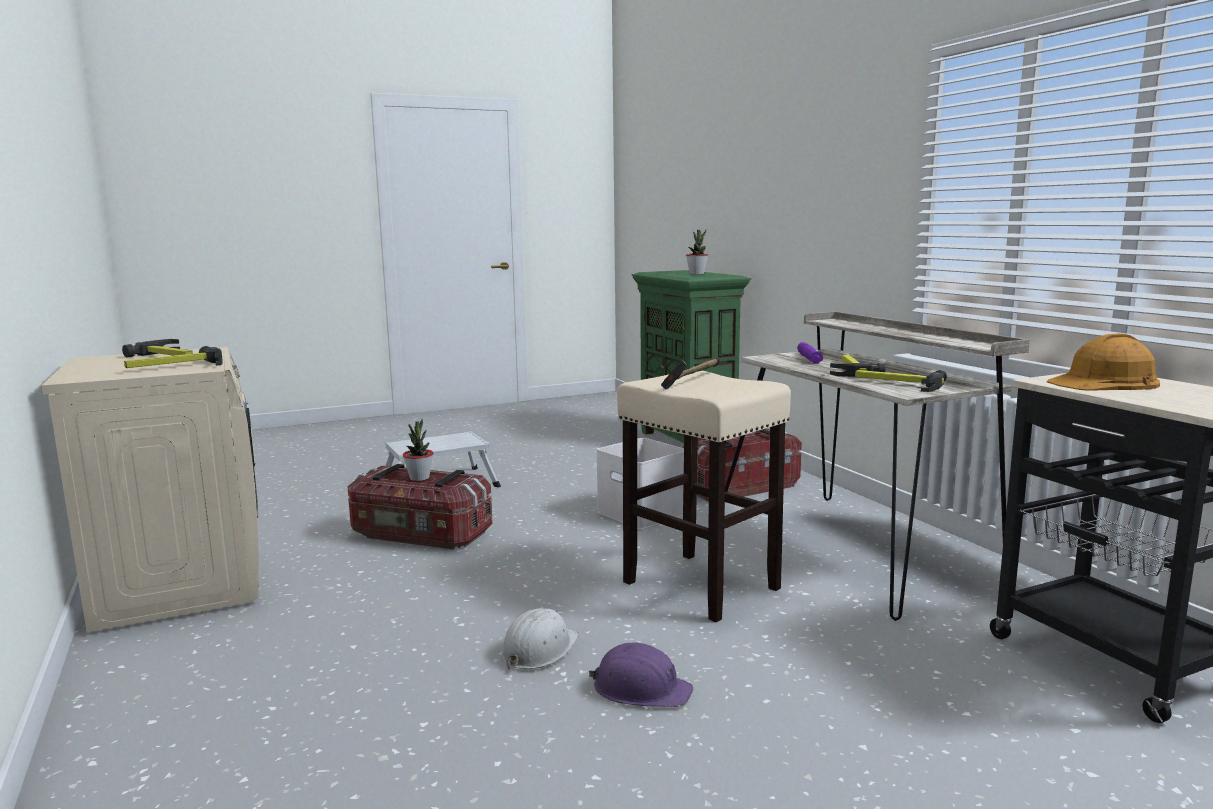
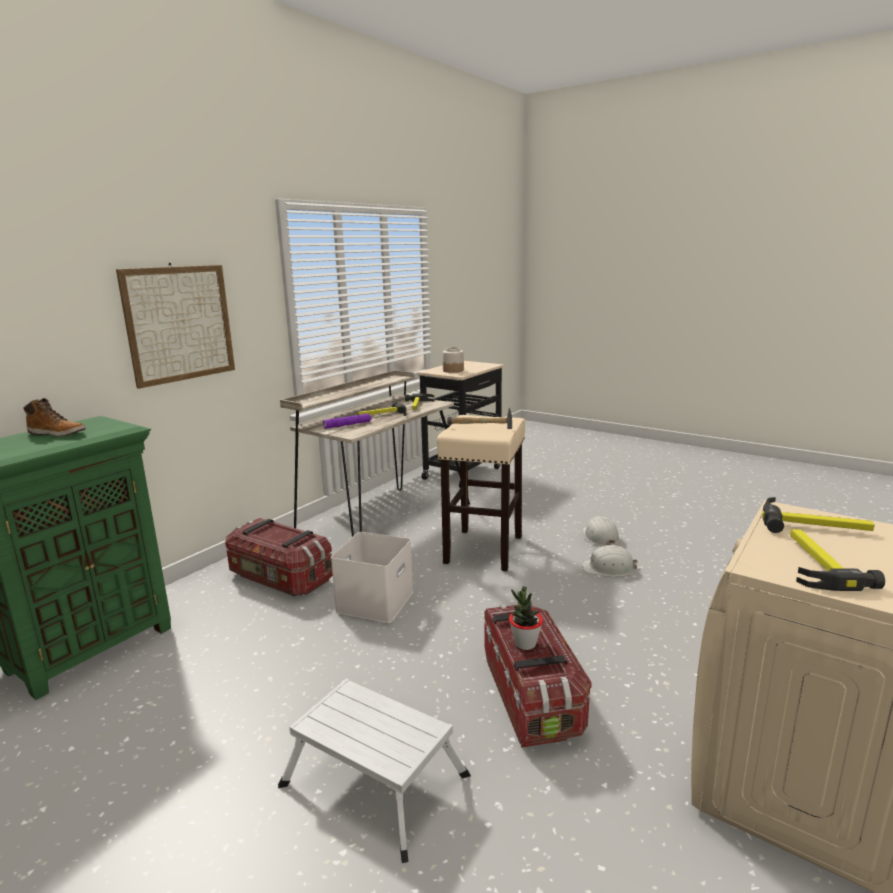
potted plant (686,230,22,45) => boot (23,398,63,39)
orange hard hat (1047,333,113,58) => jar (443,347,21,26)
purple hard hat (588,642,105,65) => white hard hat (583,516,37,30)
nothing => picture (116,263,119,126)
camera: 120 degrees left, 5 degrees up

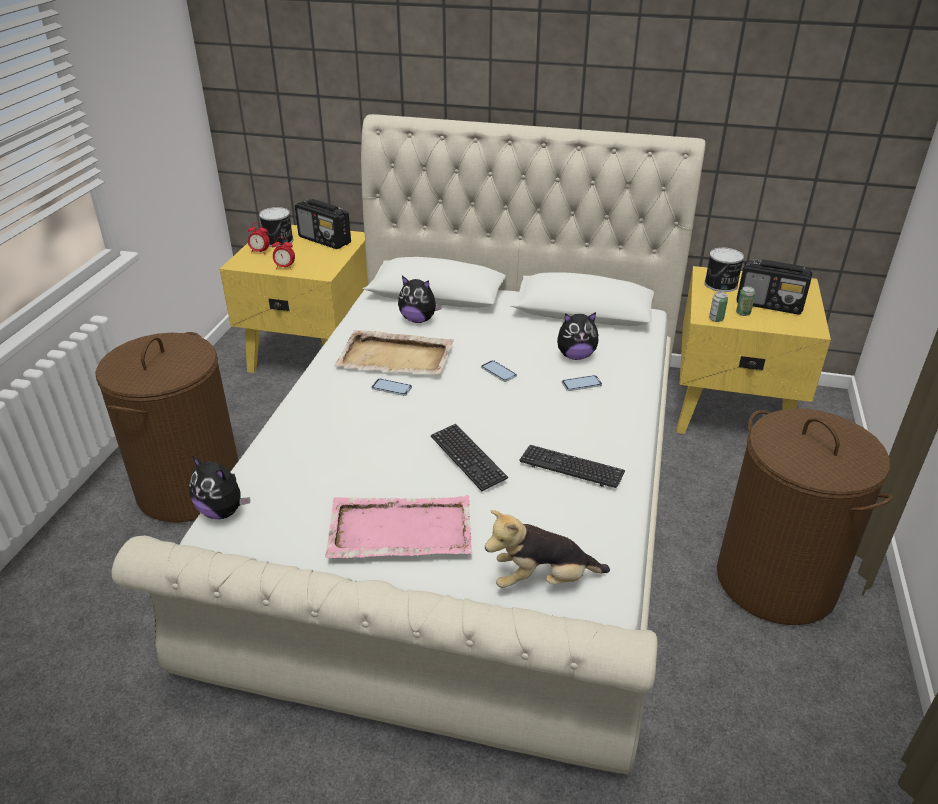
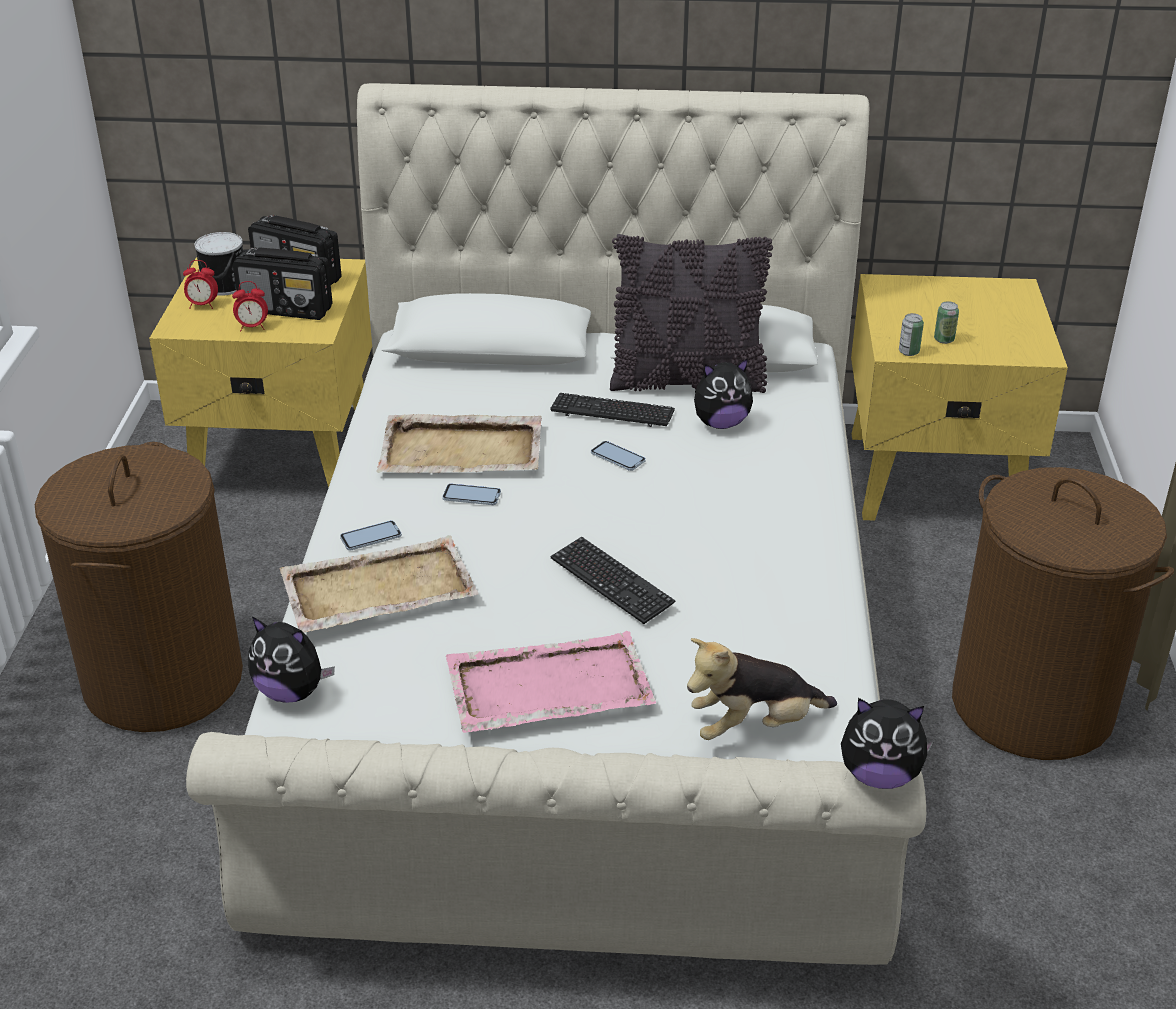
can (704,248,40,44) => nothing
radio (737,259,75,56) => radio (233,247,100,73), shifted
plush toy (398,276,44,47) => plush toy (841,698,93,91), shifted
phone (562,375,40,16) => phone (340,521,62,29), shifted
keyboard (520,445,105,43) => keyboard (550,393,125,34), shifted
nothing => black pillow (610,234,163,159)
nothing => beige tray (279,535,200,97)
camera: 10 degrees left, 0 degrees up

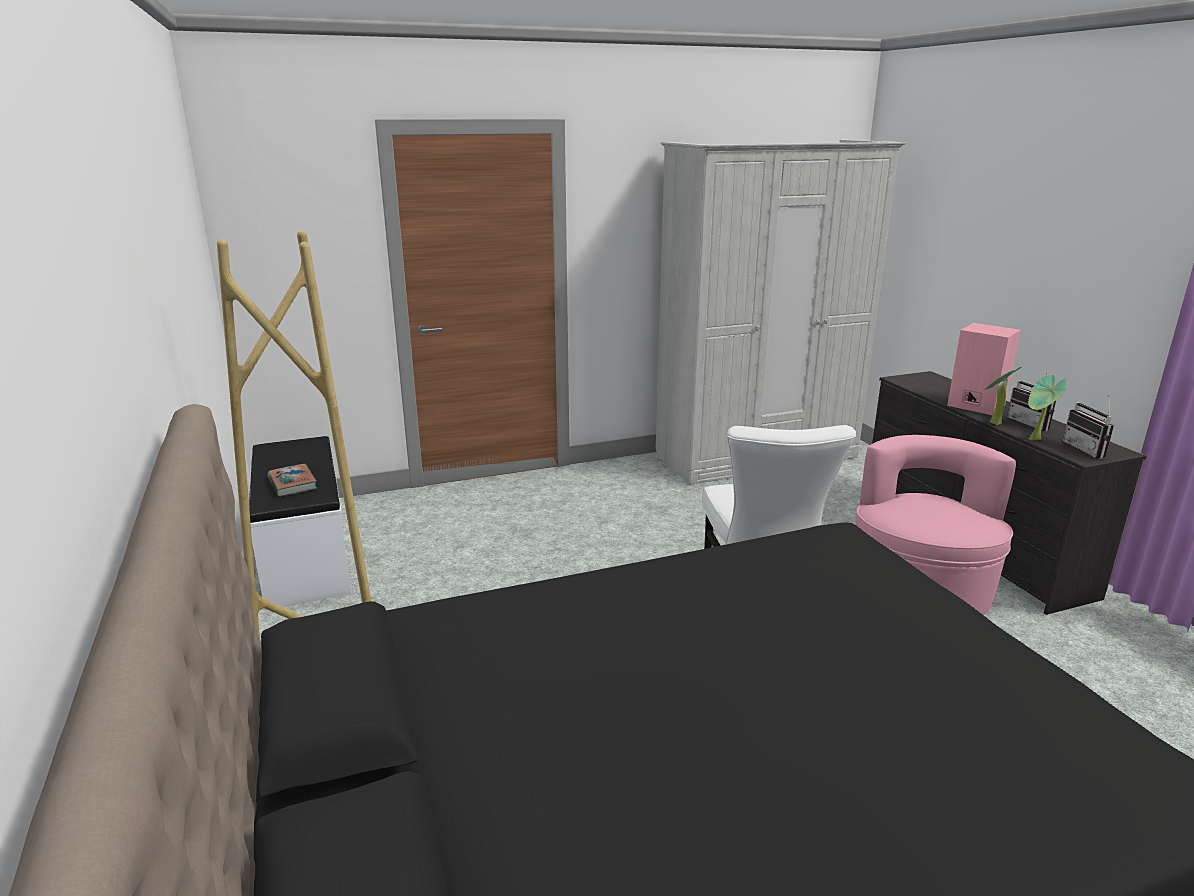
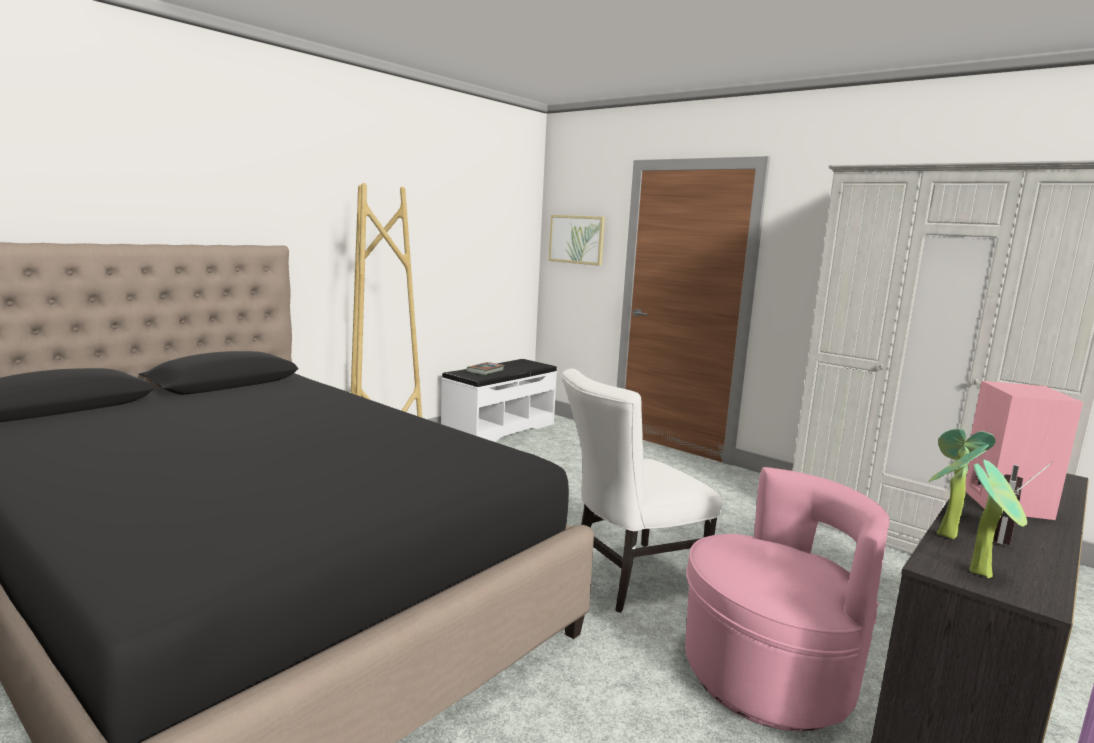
radio (1063,395,51,64) => potted plant (970,460,57,118)
nothing => picture (549,215,56,51)
camera: 60 degrees right, 10 degrees down

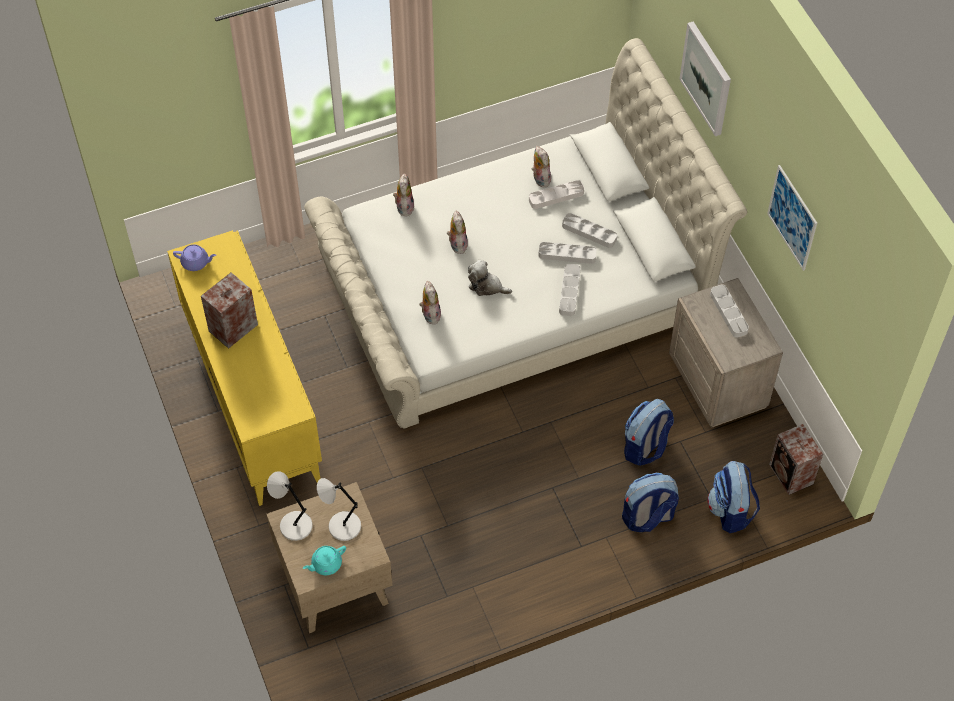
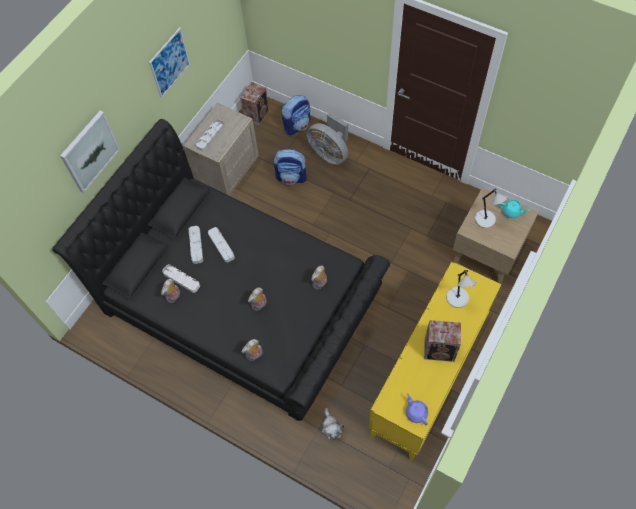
beige bed (304,38,443,391) => black bed (52,119,338,302)
plush toy (468,259,44,37) => plush toy (322,408,22,33), shifted
grey tray (559,264,22,52) => nothing
grey table lamp (267,471,46,70) => grey table lamp (446,270,31,38), shifted
backpack (622,473,57,59) => grey fan (307,112,41,53)
camera: 125 degrees left, 5 degrees up

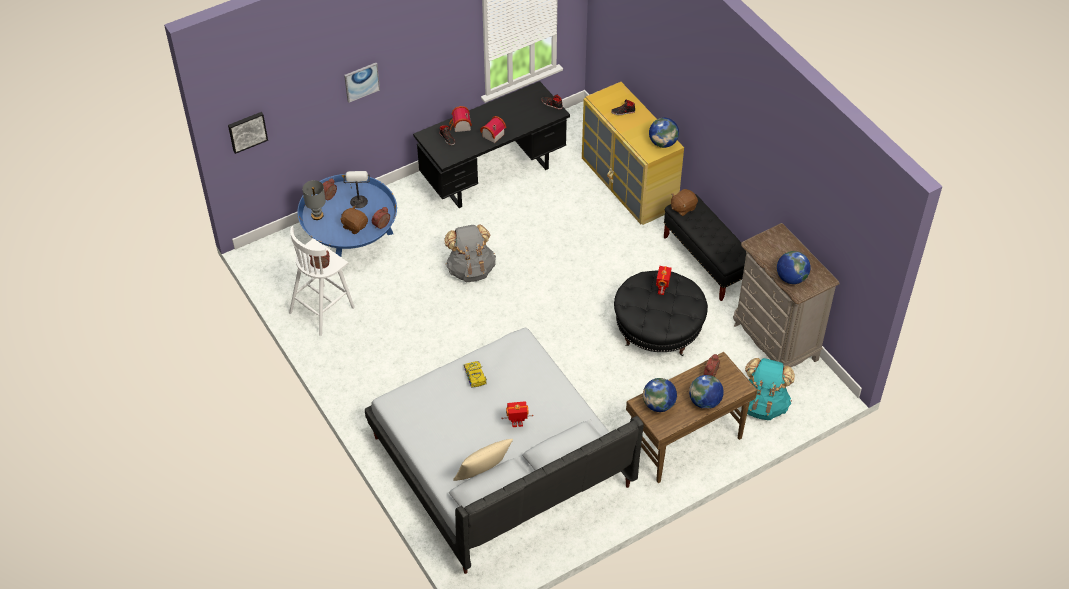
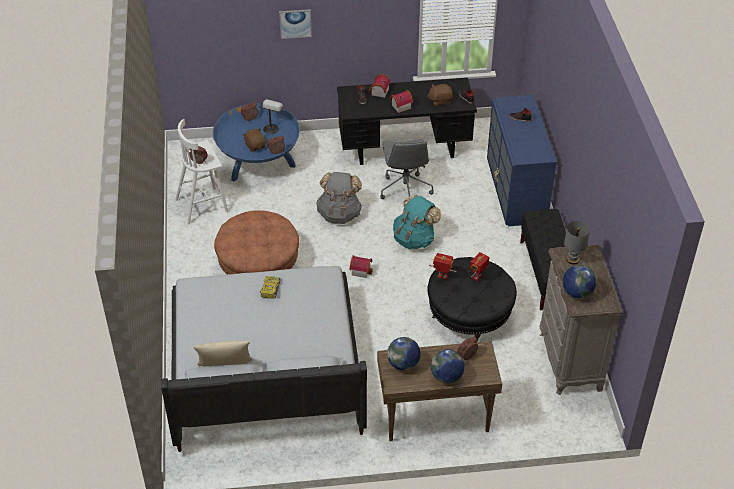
yellow cabinet (582,82,102,143) => blue cabinet (487,95,70,131)
picture (228,112,40,42) => nothing
globe (649,118,30,30) => nothing
grey table lamp (302,180,24,40) => grey table lamp (564,221,26,43), shifted
brown plush toy (671,189,27,27) => brown plush toy (427,84,26,22), shifted
turquoise backpack (745,358,50,62) => turquoise backpack (393,195,48,54), shifted
toy robot (501,401,33,26) => toy robot (429,253,28,26), shifted
nothing => grey office chair (380,139,54,60)
nothing => brown ottoman (214,210,85,65)
nothing => toy house (350,255,22,23)
camera: 25 degrees right, 5 degrees down

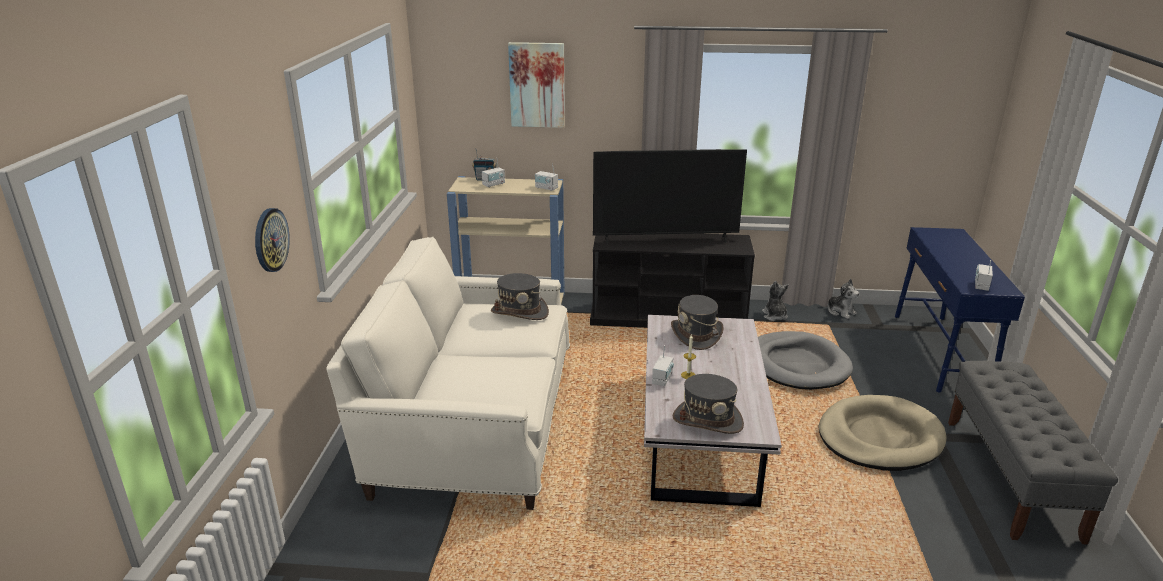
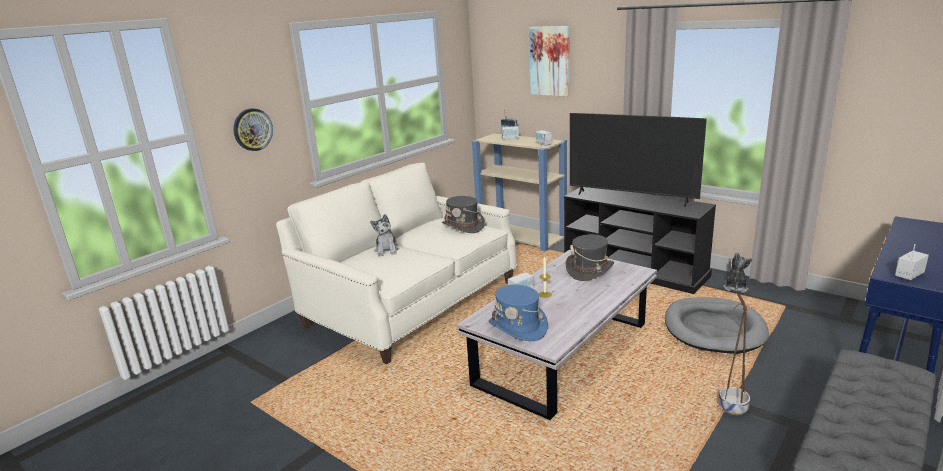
plush toy (827,279,32,40) => plush toy (370,214,29,42), shifted
grey hat (672,374,72,60) => blue hat (489,285,59,56)
beige dog bed (819,395,127,76) => brown planter (718,291,32,124)
camera: 35 degrees right, 5 degrees down

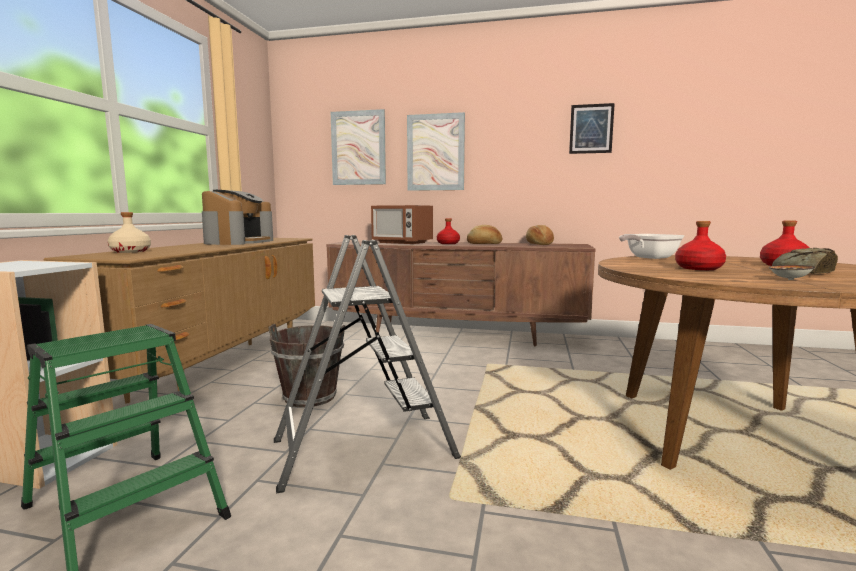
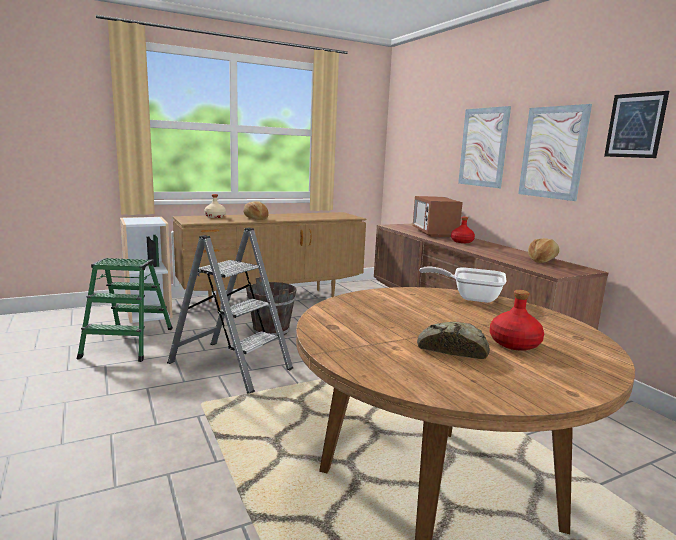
picture (331,109,55,76) => picture (518,104,74,97), shifted
coffee machine (202,190,71,55) => nothing
red bottle (675,221,51,49) => nothing
bread (467,225,36,19) => bread (243,201,26,19), shifted
bowl (769,265,46,15) => nothing
camera: 50 degrees right, 5 degrees up

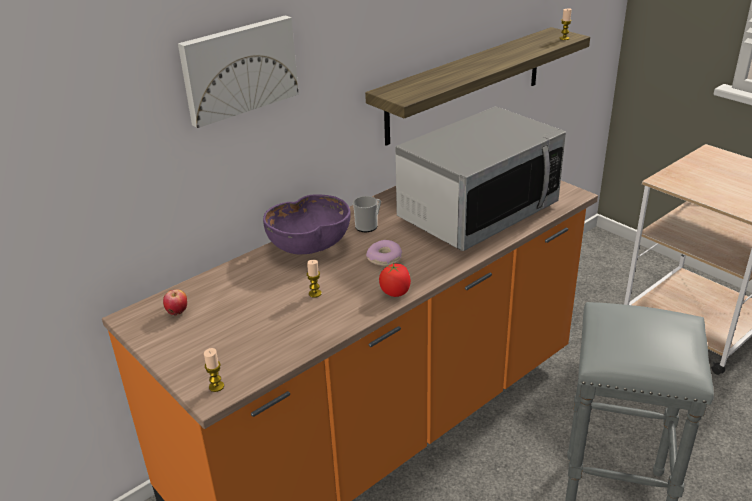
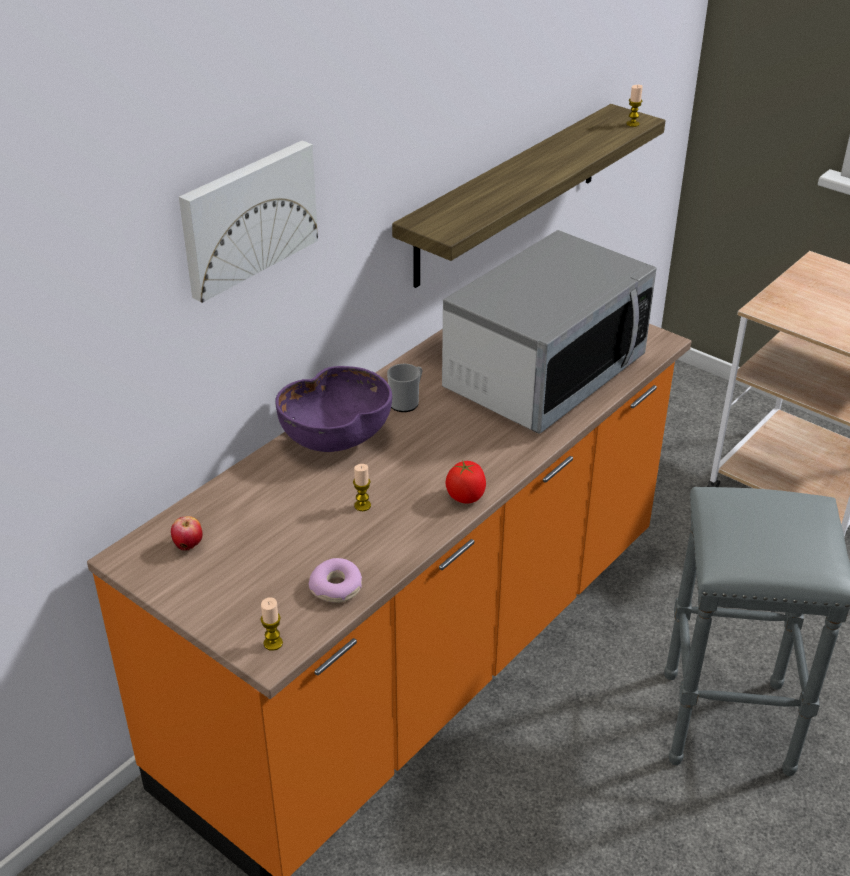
donut (366,240,36,26) => donut (309,558,53,45), shifted
camera: 10 degrees left, 5 degrees up

